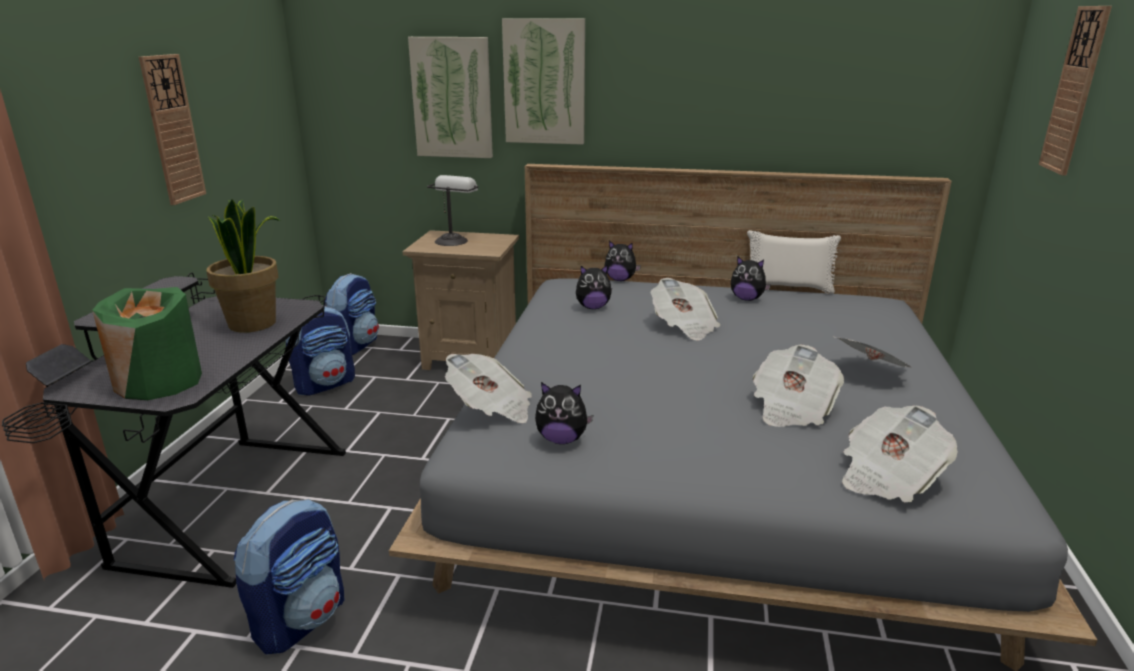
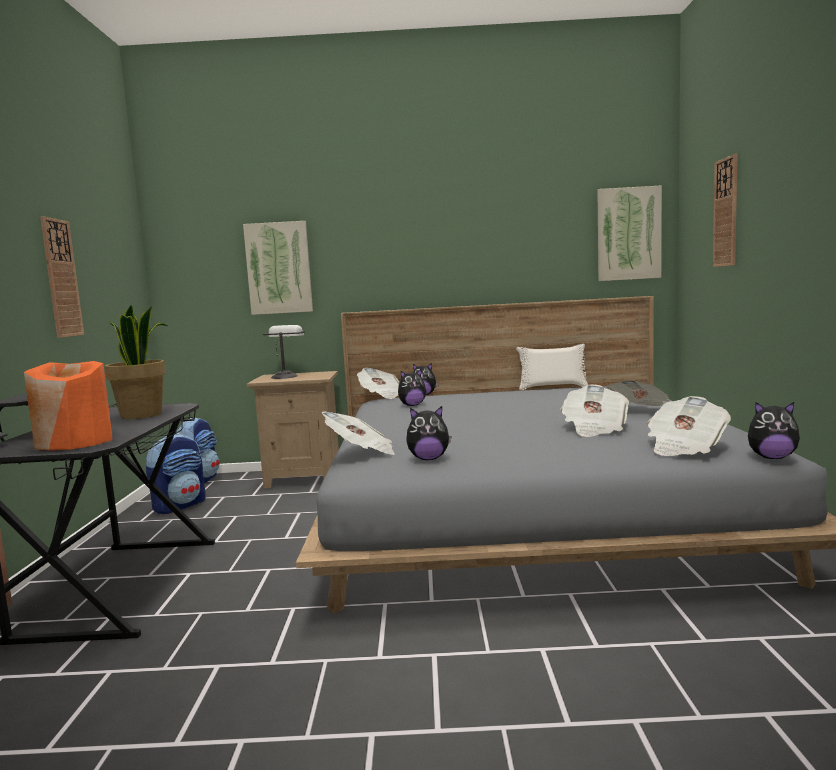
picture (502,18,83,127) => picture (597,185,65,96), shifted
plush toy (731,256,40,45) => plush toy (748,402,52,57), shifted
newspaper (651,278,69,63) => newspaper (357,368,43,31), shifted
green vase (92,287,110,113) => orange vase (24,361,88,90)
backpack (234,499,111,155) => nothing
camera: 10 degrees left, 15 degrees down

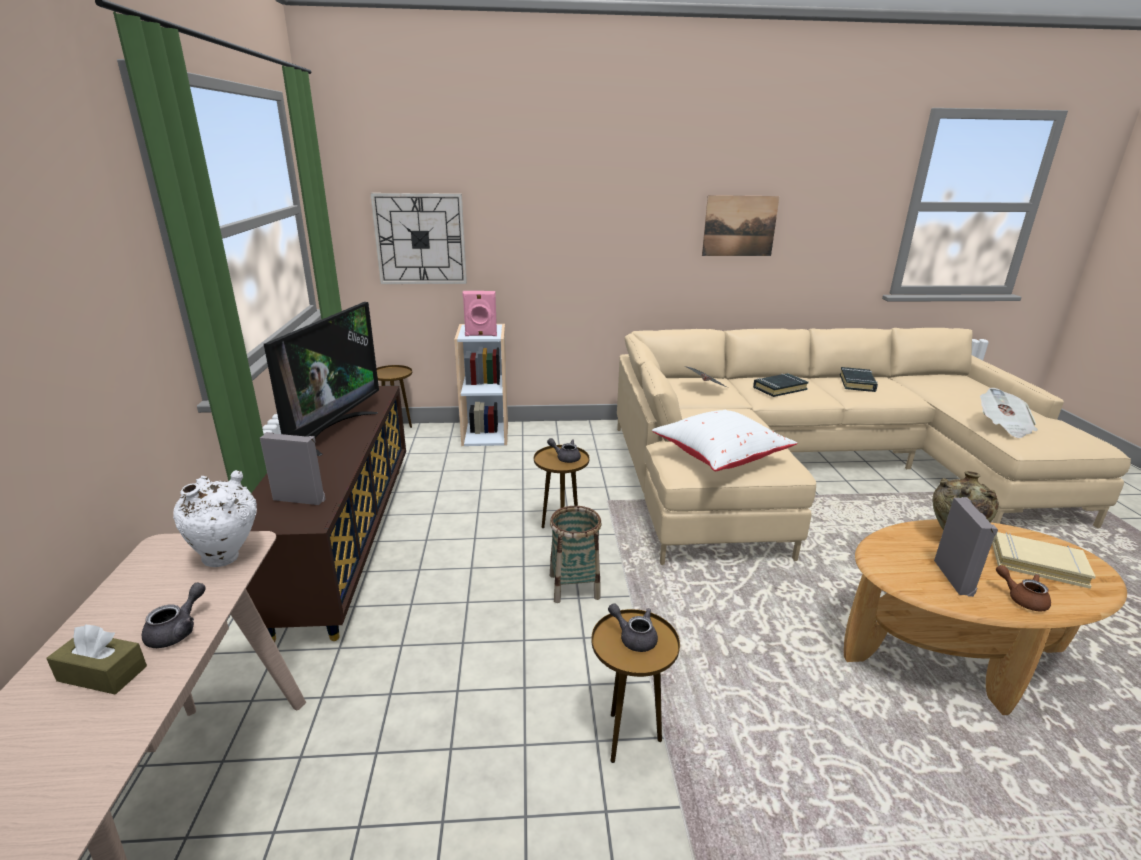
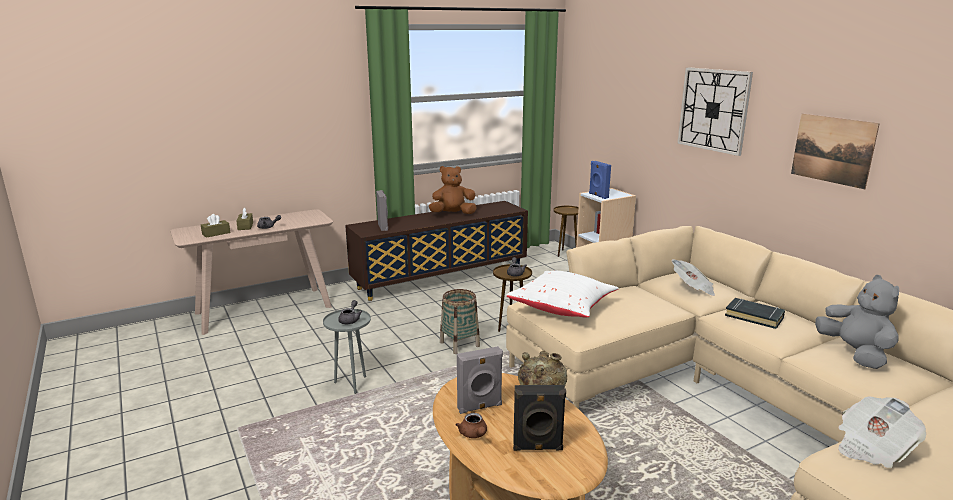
wall clock (370,193,97,91) => wall clock (677,67,76,89), shifted
pink speaker (462,291,35,45) => blue speaker (589,161,22,38)
television (264,302,115,154) => brown plush toy (429,166,48,48)
black book (840,367,38,25) => grey plush toy (815,275,84,94)
white vase (173,470,84,97) => nothing
beige book (992,532,104,56) => black speaker (513,385,53,66)
brown teapot (996,565,55,46) => brown teapot (456,413,31,25), 135 degrees clockwise
brown side table (591,609,89,154) => grey side table (323,309,48,85)
nothing => brown tissue box (201,214,30,24)
camera: 65 degrees right, 5 degrees down

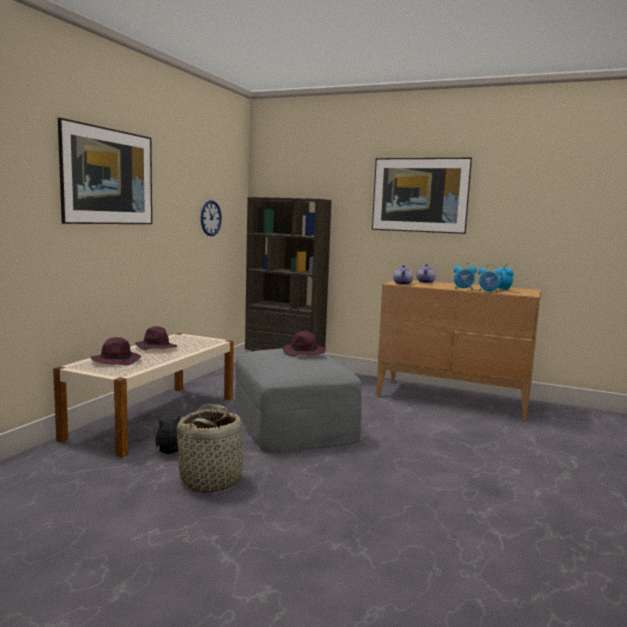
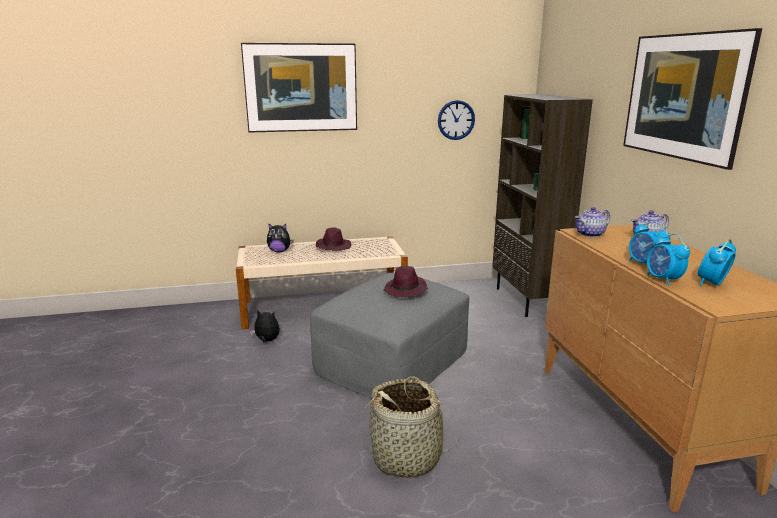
purple hat (91,337,50,28) => plush toy (267,223,27,29)
basket (177,404,71,89) => basket (362,376,98,102), shifted
camera: 55 degrees right, 10 degrees up

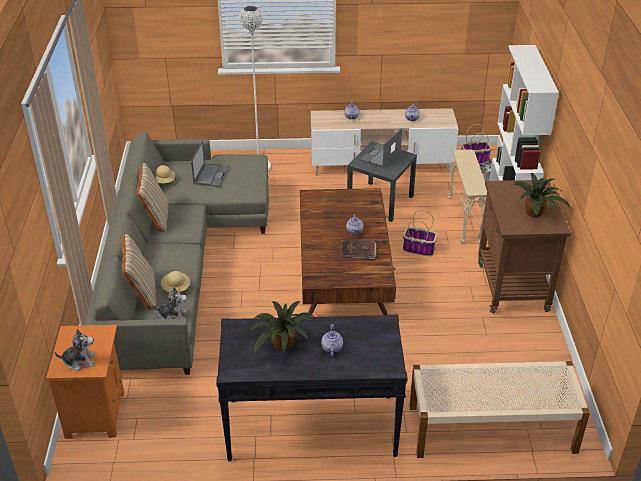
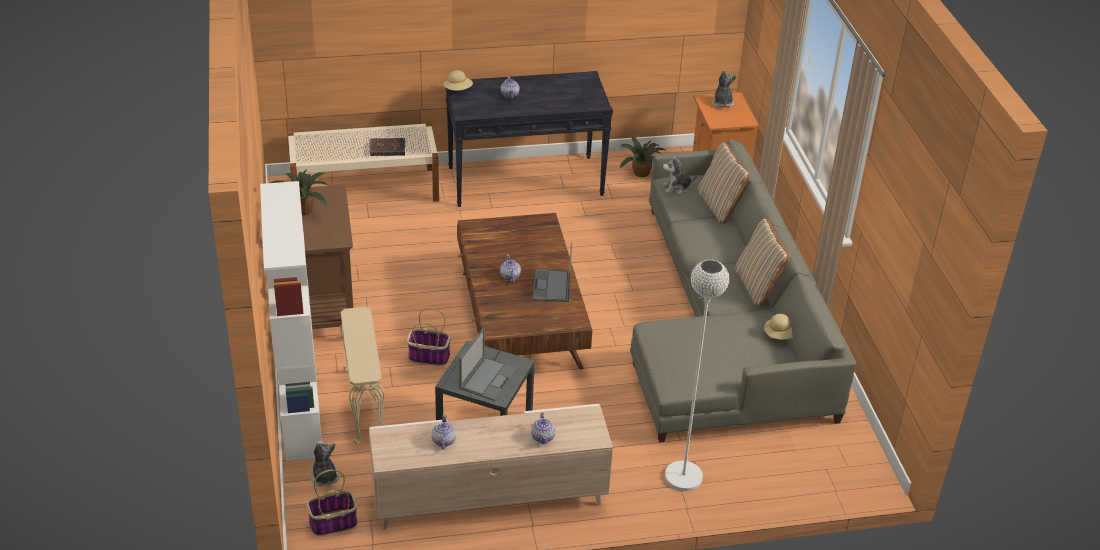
laptop (191,141,38,46) => laptop (533,243,39,59), shifted
brown book (341,240,35,19) => brown book (369,138,37,18), shifted
beige hat (161,271,29,22) => beige hat (443,70,30,21), shifted
potted plant (251,301,63,52) => potted plant (619,137,46,40), shifted
plush toy (54,329,41,42) => plush toy (712,70,25,37), 105 degrees clockwise
camera: 170 degrees right, 0 degrees up

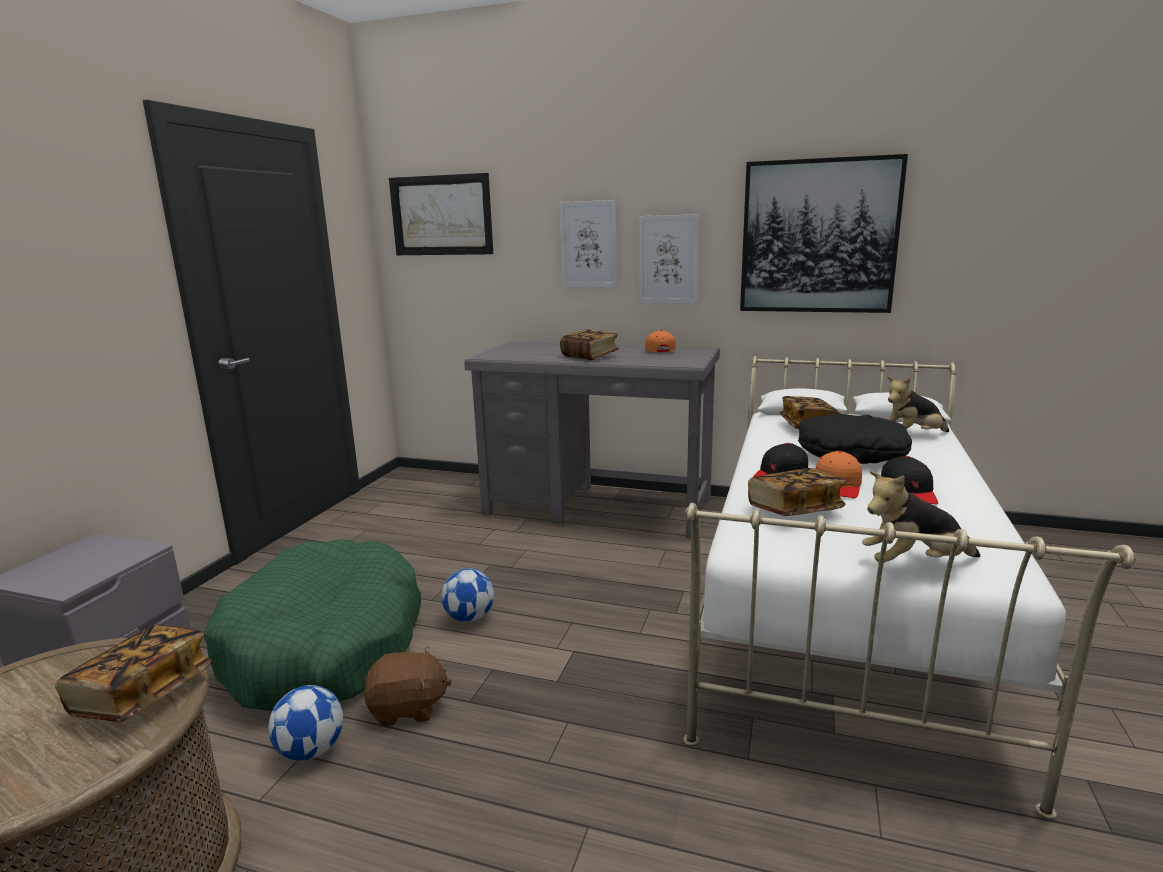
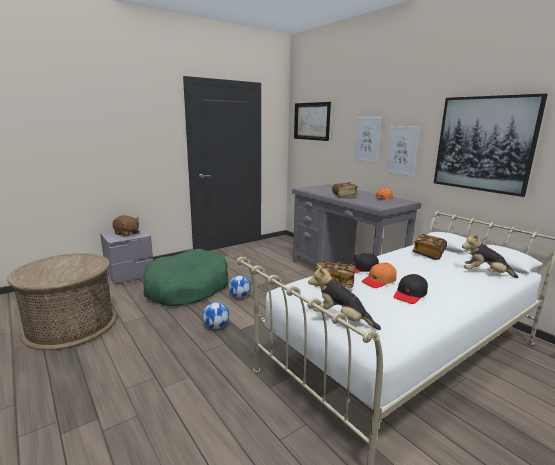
black pillow (798,414,114,50) => nothing
book (55,625,157,97) => nothing
brown plush toy (364,646,88,80) => brown plush toy (112,215,27,22), shifted
football (268,685,75,76) => football (202,302,27,27), shifted
camera: 35 degrees right, 0 degrees up

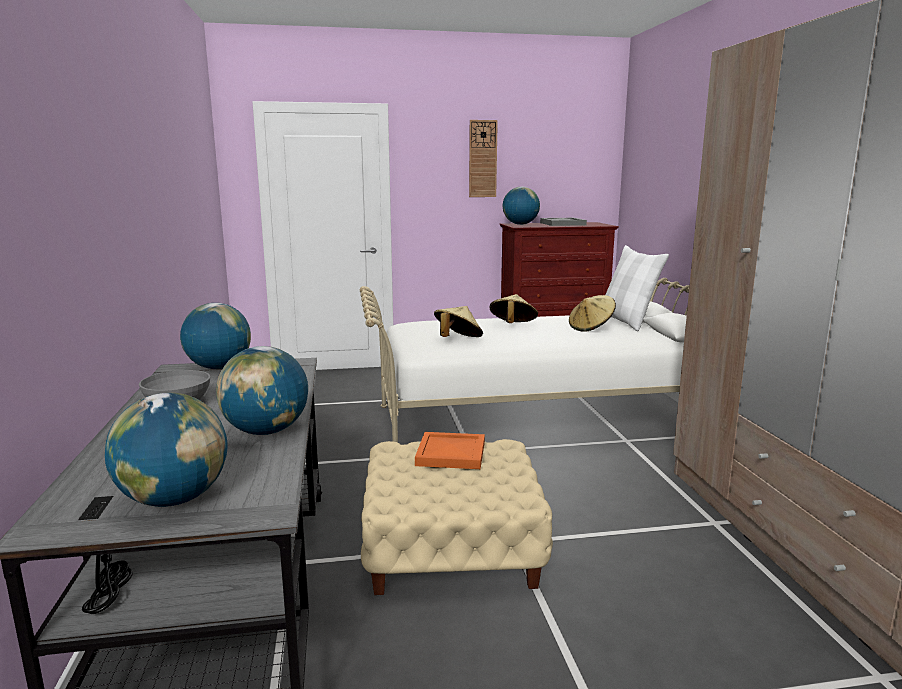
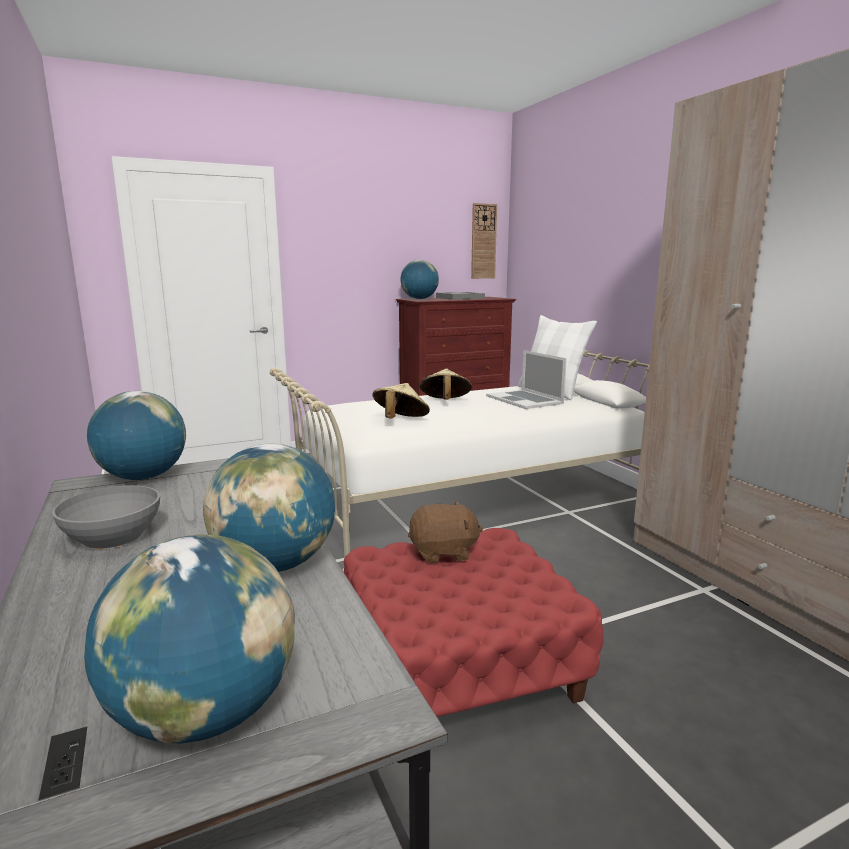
wall clock (469,120,29,77) => wall clock (471,203,26,76), shifted
beige hat (569,295,47,37) => laptop (486,350,81,59)
orange tray (415,432,70,37) => brown plush toy (408,501,75,62)
beige ottoman (361,439,192,156) => red ottoman (344,528,259,189)
camera: 15 degrees left, 0 degrees up

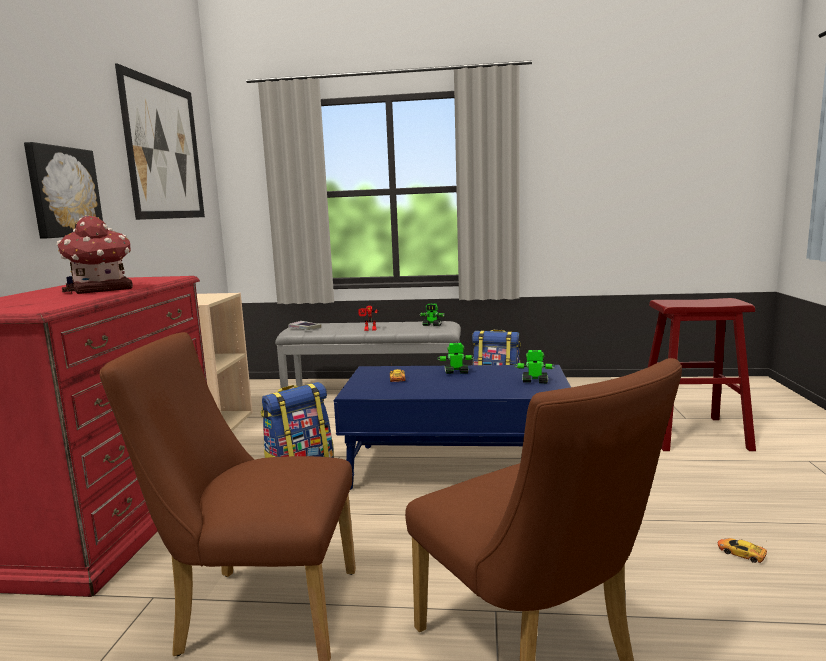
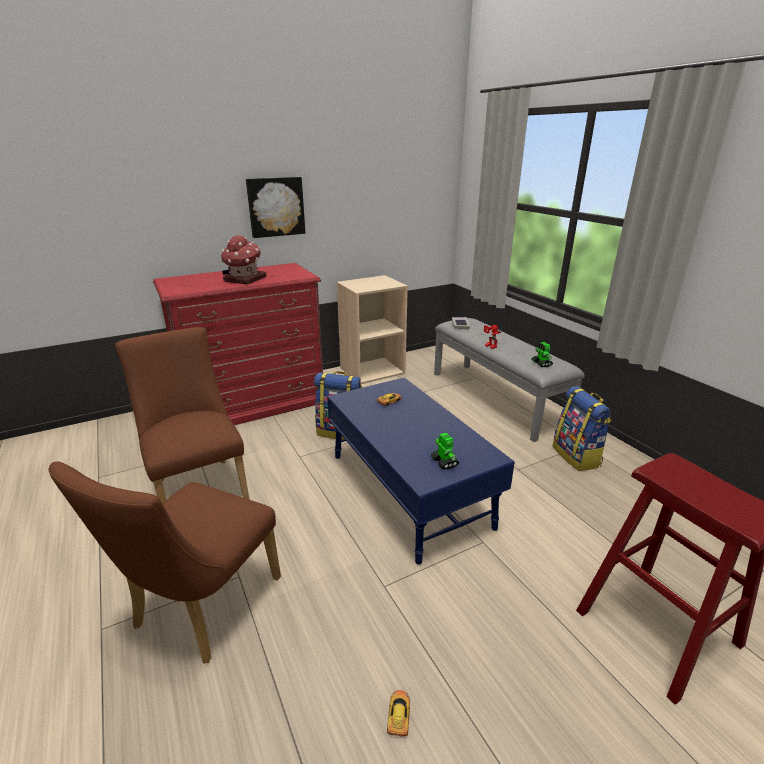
picture (115,63,90,157) => nothing
toy robot (438,343,36,31) => nothing
camera: 55 degrees right, 15 degrees up

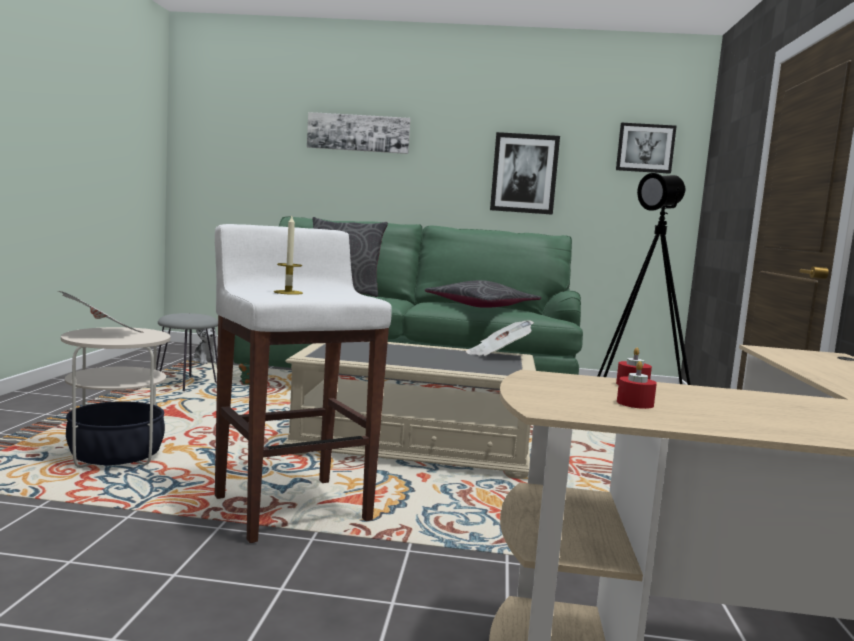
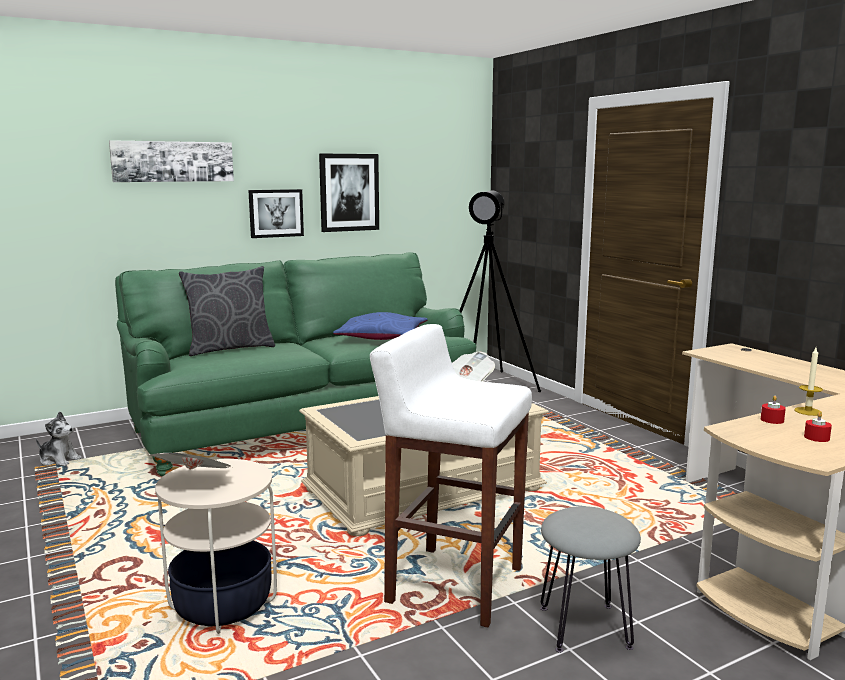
picture (616,123,61,51) => picture (248,189,56,49), shifted
candle (274,216,29,79) => candle (794,348,29,68), shifted
grey pillow (425,280,116,28) => blue pillow (333,312,94,28)
grey stool (156,313,62,78) => grey stool (540,506,101,147), shifted
camera: 35 degrees left, 5 degrees up

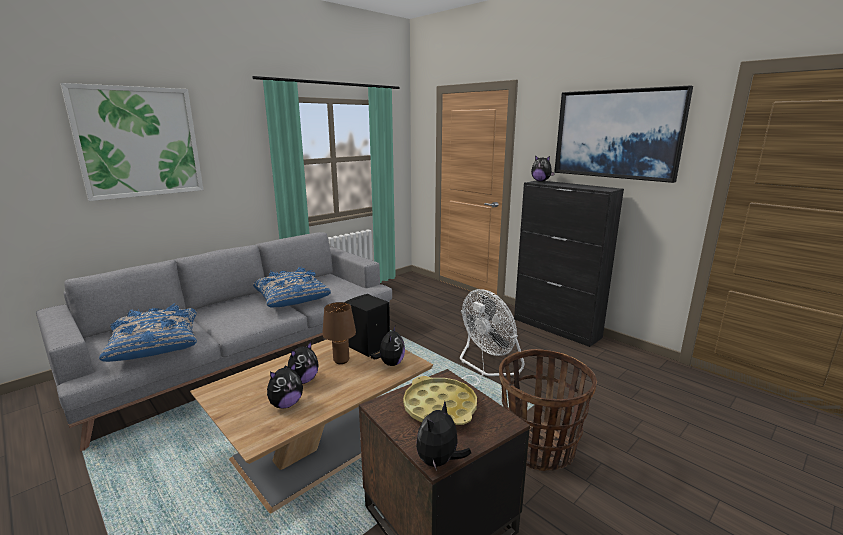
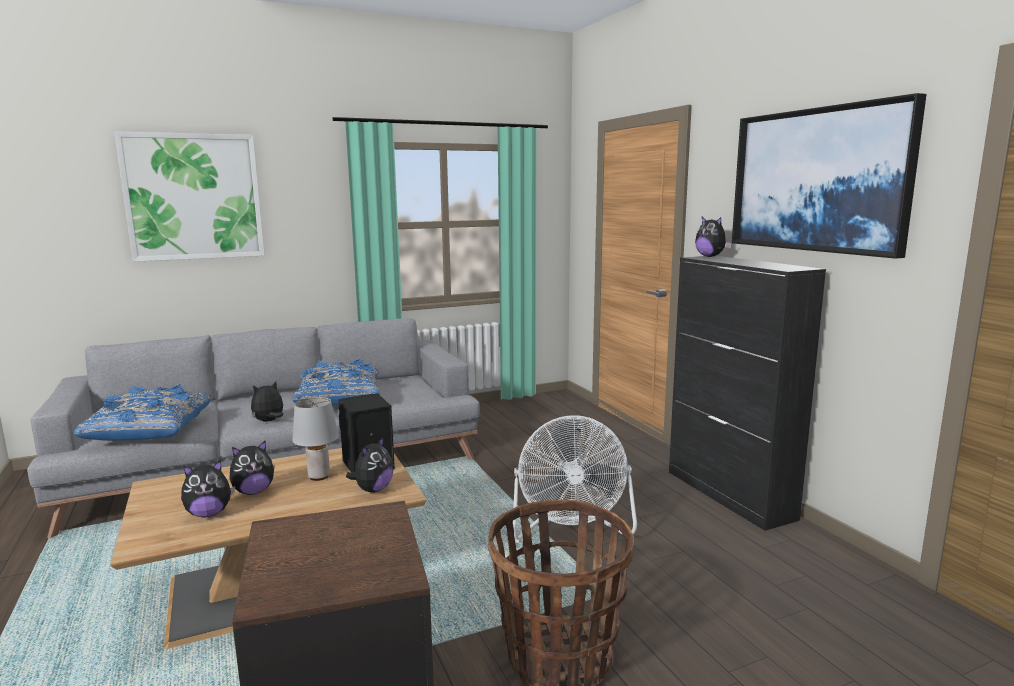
white fan (460,289,64,97) => white fan (513,415,124,128), 105 degrees clockwise
brown table lamp (322,302,34,62) => grey table lamp (293,397,46,84)
yellow tray (403,376,74,49) => nothing
plush toy (416,401,55,70) => plush toy (251,381,33,41), shifted
camera: 20 degrees right, 5 degrees down

